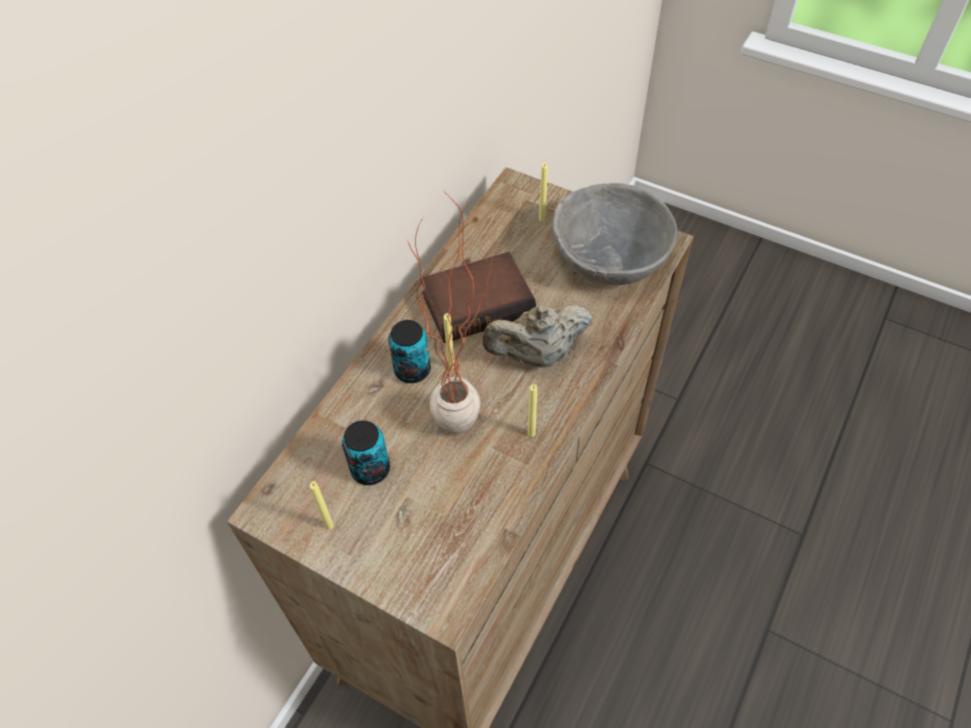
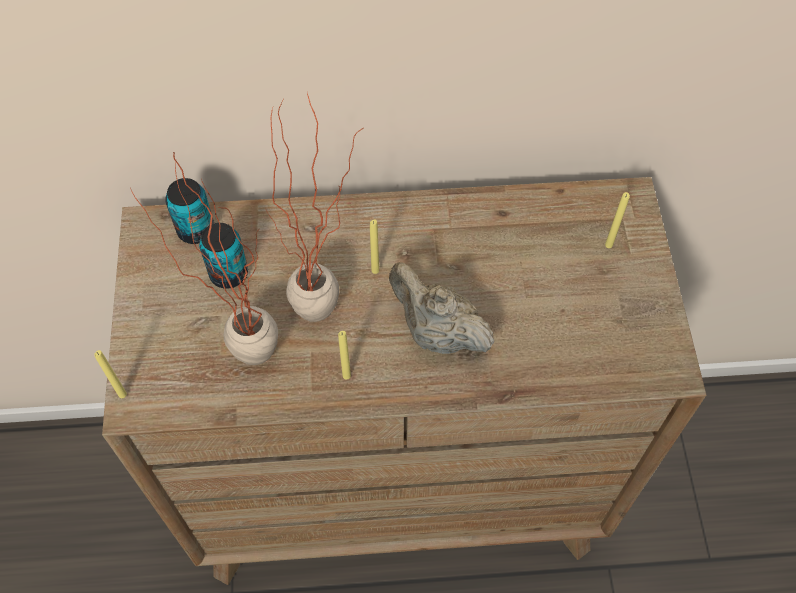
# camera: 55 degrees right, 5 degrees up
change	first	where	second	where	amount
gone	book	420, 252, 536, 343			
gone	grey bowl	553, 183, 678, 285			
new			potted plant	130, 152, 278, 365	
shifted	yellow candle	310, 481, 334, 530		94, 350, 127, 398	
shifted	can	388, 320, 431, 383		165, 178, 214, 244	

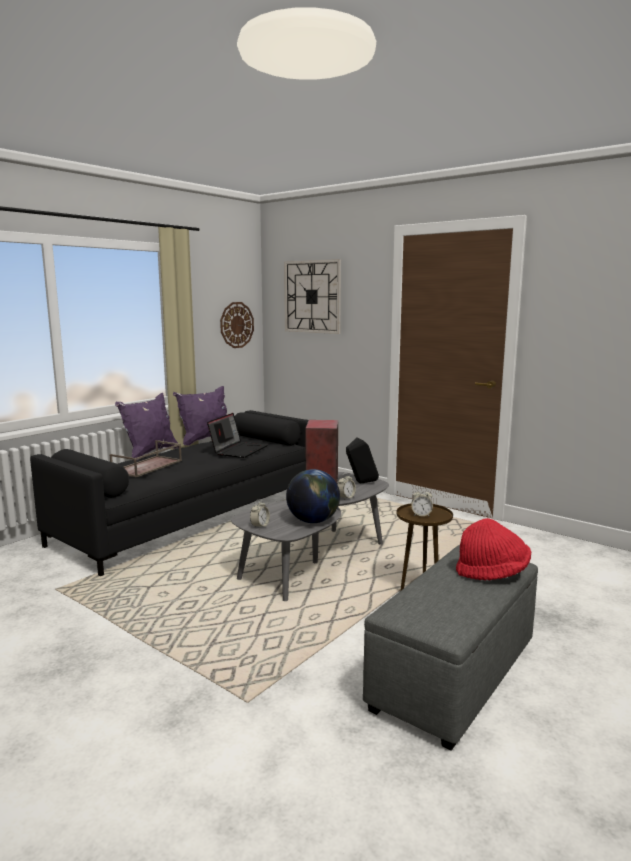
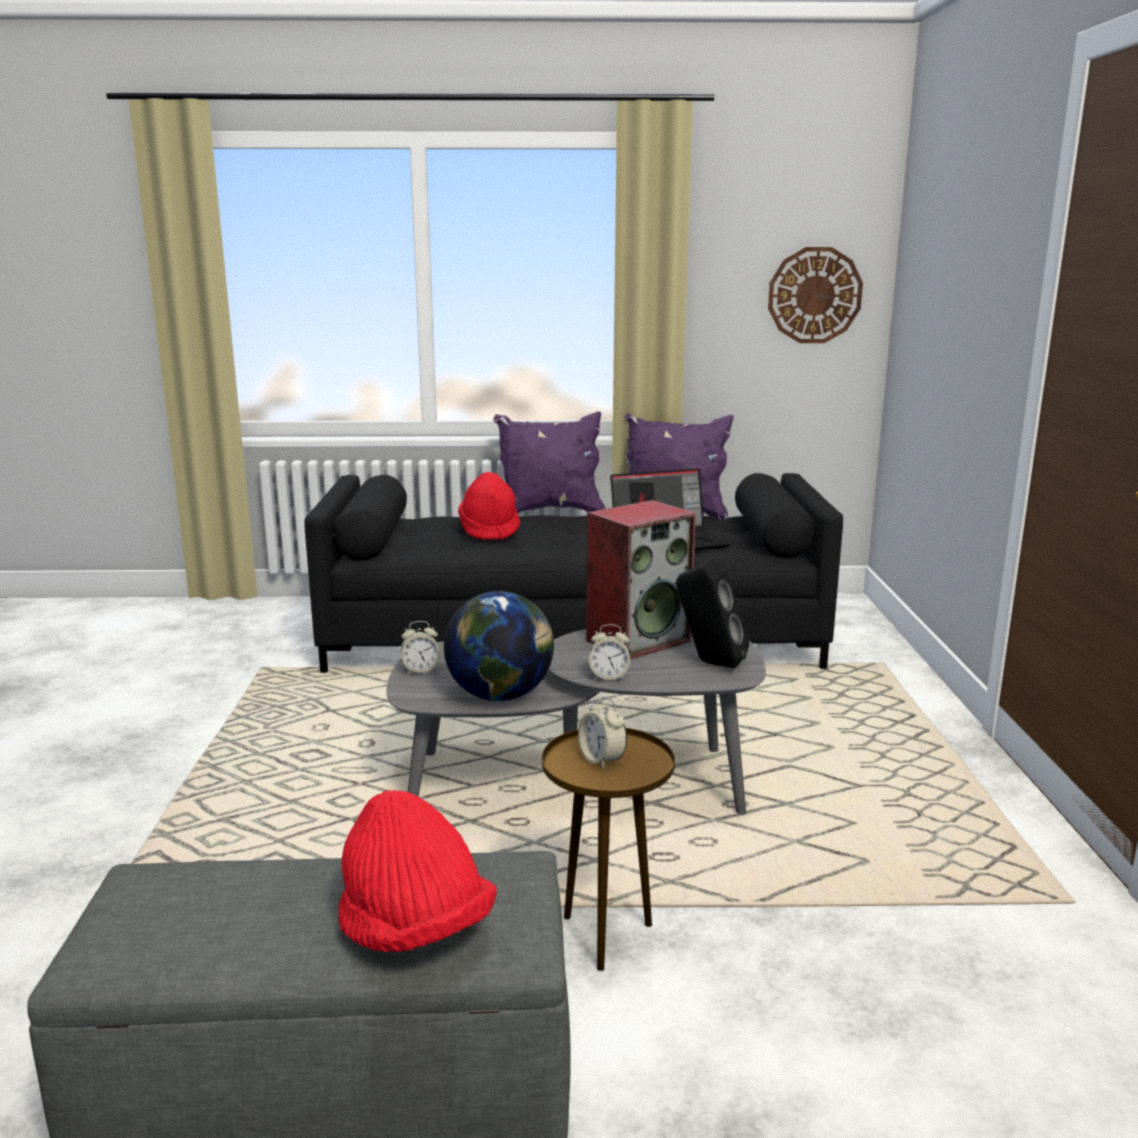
# camera: 50 degrees right, 5 degrees up
change	first	where	second	where	amount
gone	wall clock	284, 259, 341, 334			
swapped	brown tray	109, 440, 182, 477	red hat	458, 472, 520, 540	

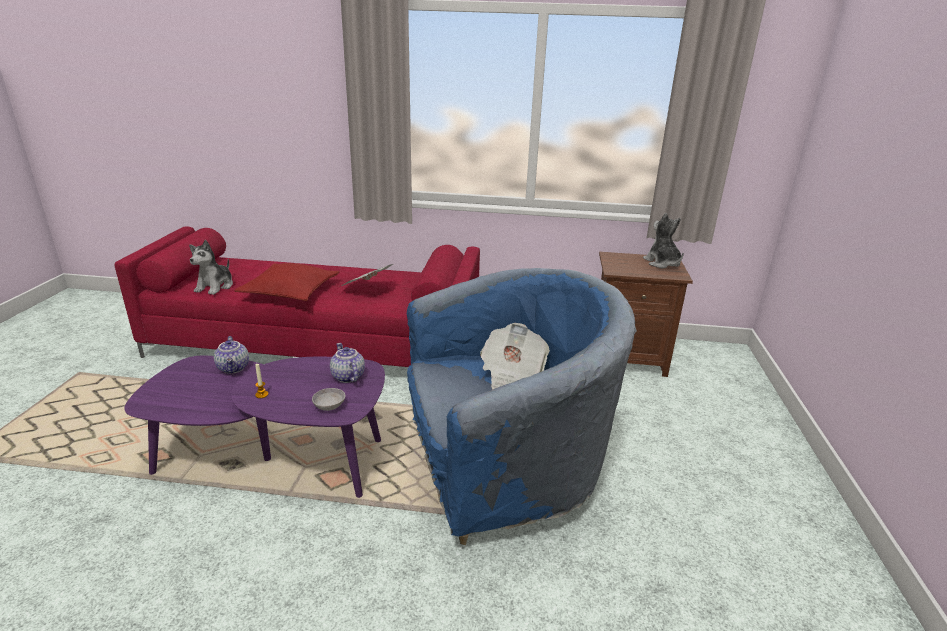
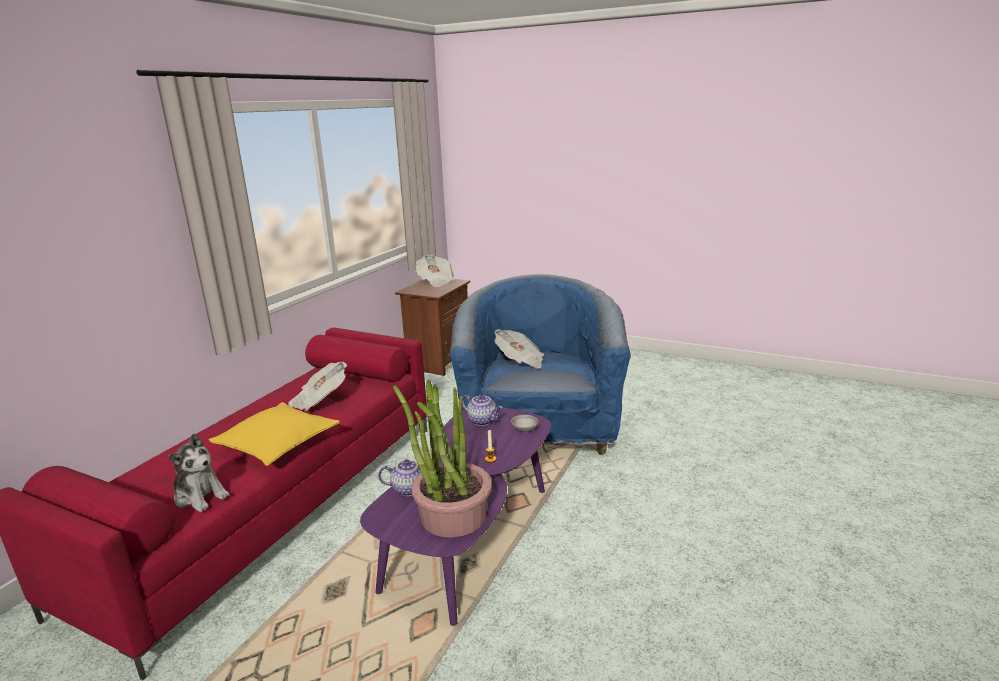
# camera: 70 degrees left, 5 degrees down
change	first	where	second	where	amount
new			potted plant	393, 380, 492, 537	
swapped	plush toy	643, 213, 684, 268	newspaper	416, 255, 455, 287	
repainted	red pillow	235, 263, 339, 301	yellow pillow	209, 402, 340, 466	
rotated	teapot	330, 343, 365, 383		462, 394, 503, 426	135 degrees counterclockwise

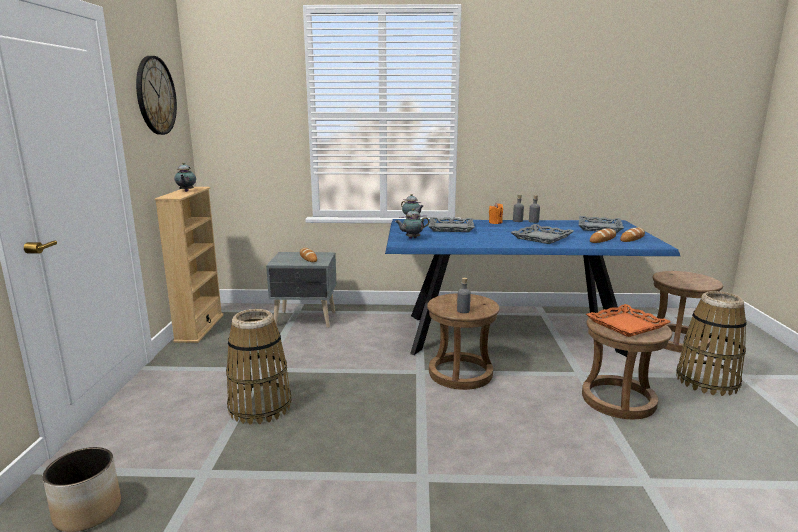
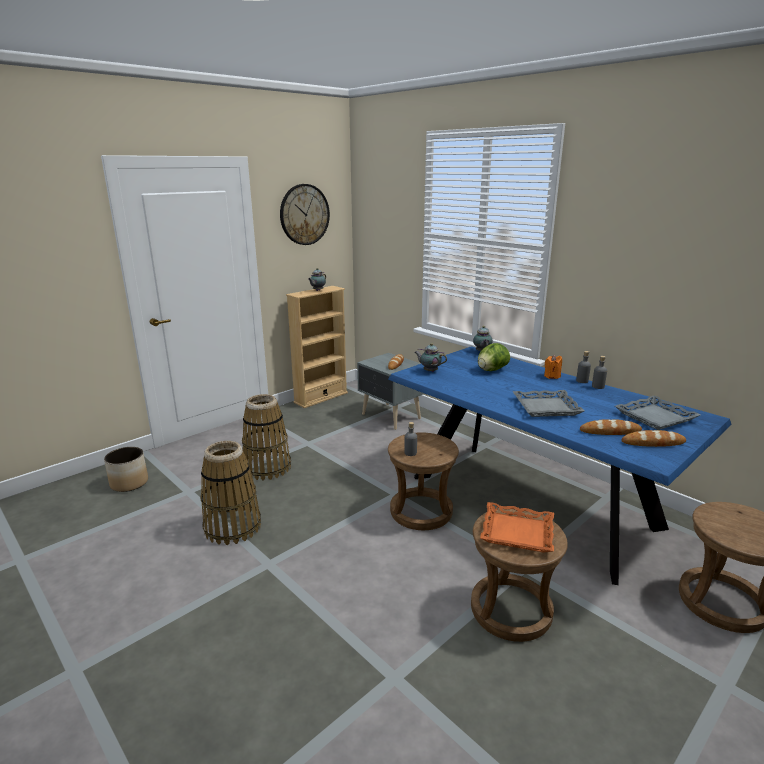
# camera: 45 degrees right, 5 degrees up
change	first	where	second	where	amount
shifted	basket	676, 291, 746, 396		200, 441, 261, 545	
swapped	grey tray	428, 217, 475, 232	lettuce	478, 343, 510, 371	

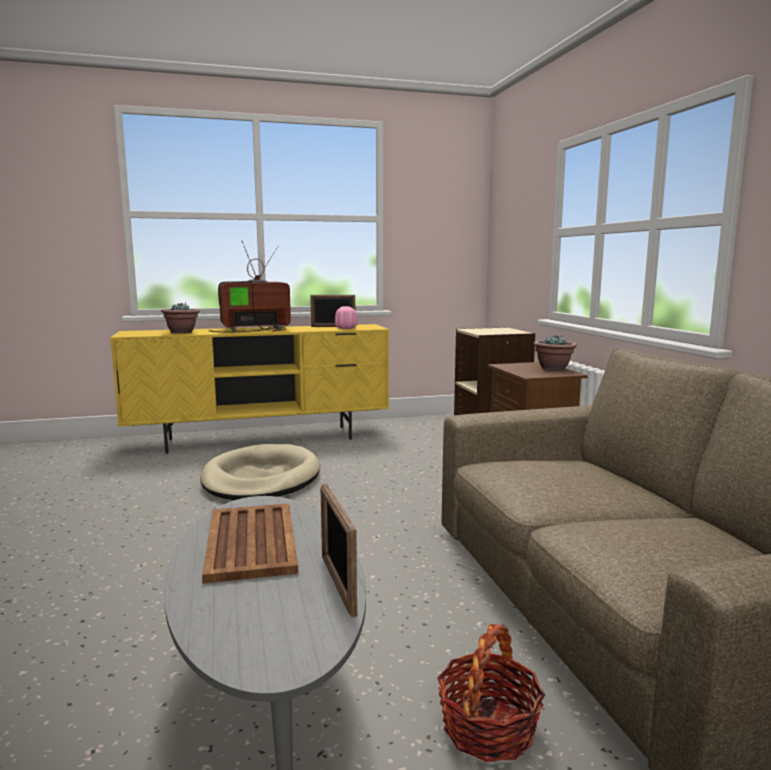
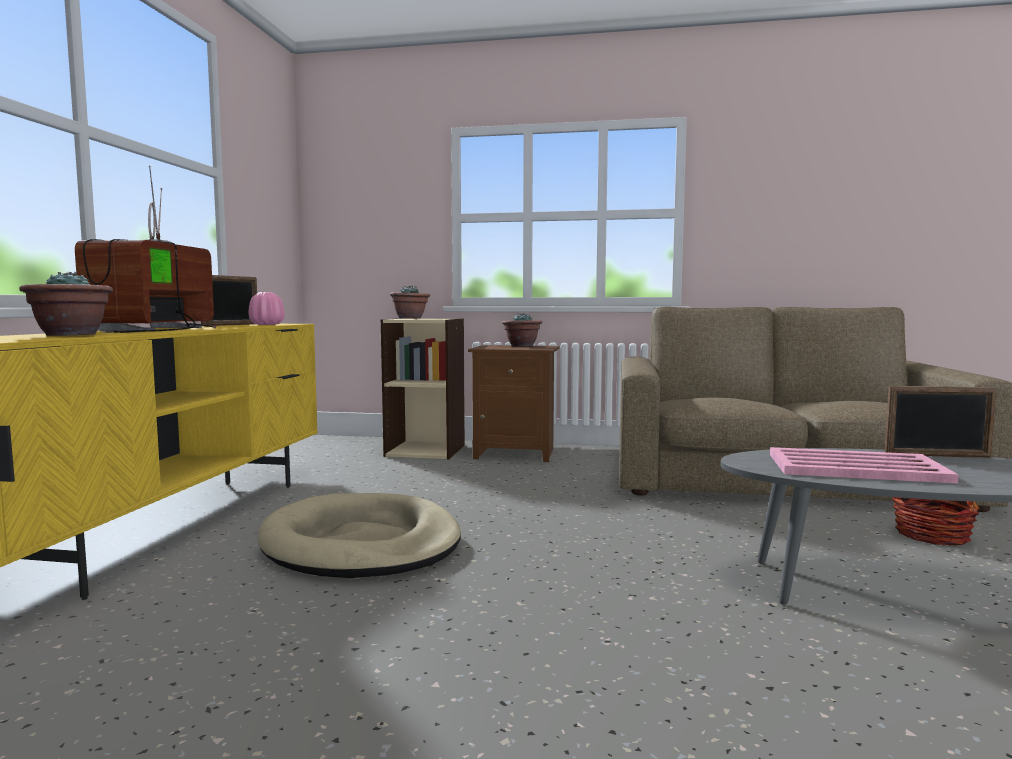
# camera: 65 degrees left, 5 degrees down
change	first	where	second	where	amount
new			potted plant	390, 286, 430, 319	
repainted	brown tray	202, 503, 298, 584	pink tray	770, 447, 958, 483	

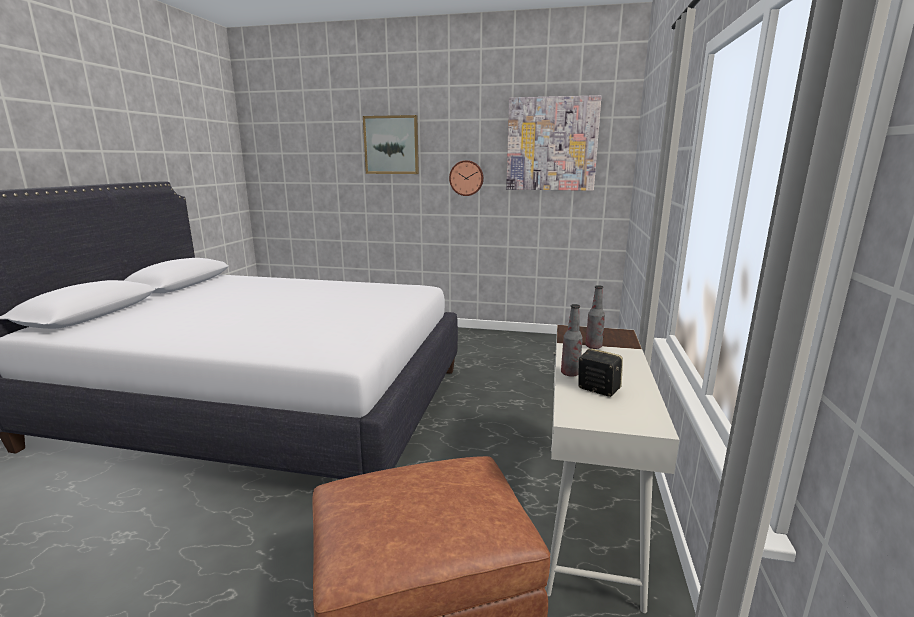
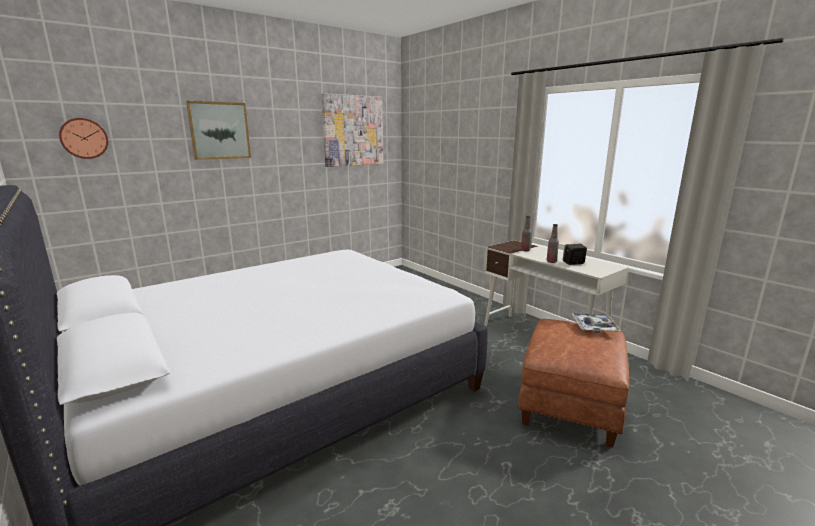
# camera: 50 degrees left, 0 degrees up
change	first	where	second	where	amount
new			tray	571, 313, 621, 333	
shifted	wall clock	449, 160, 484, 196		59, 118, 108, 159	

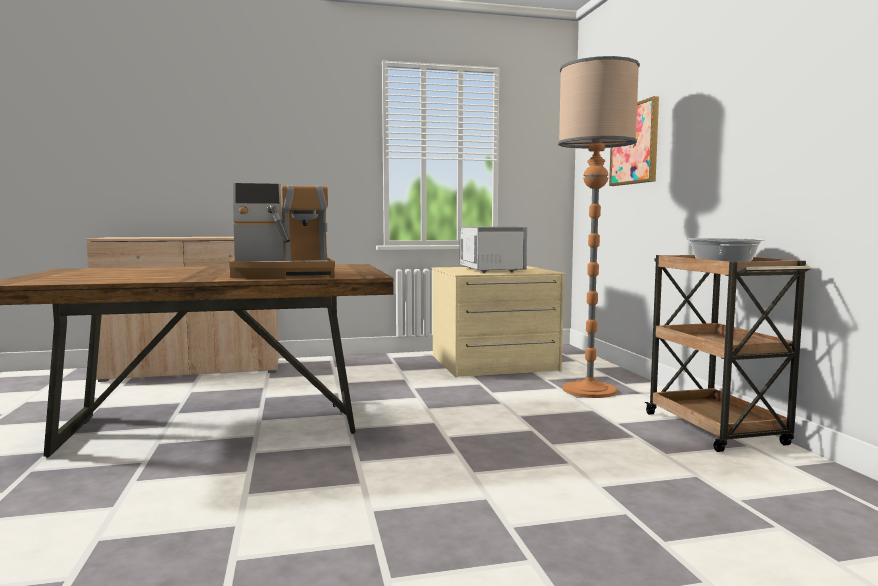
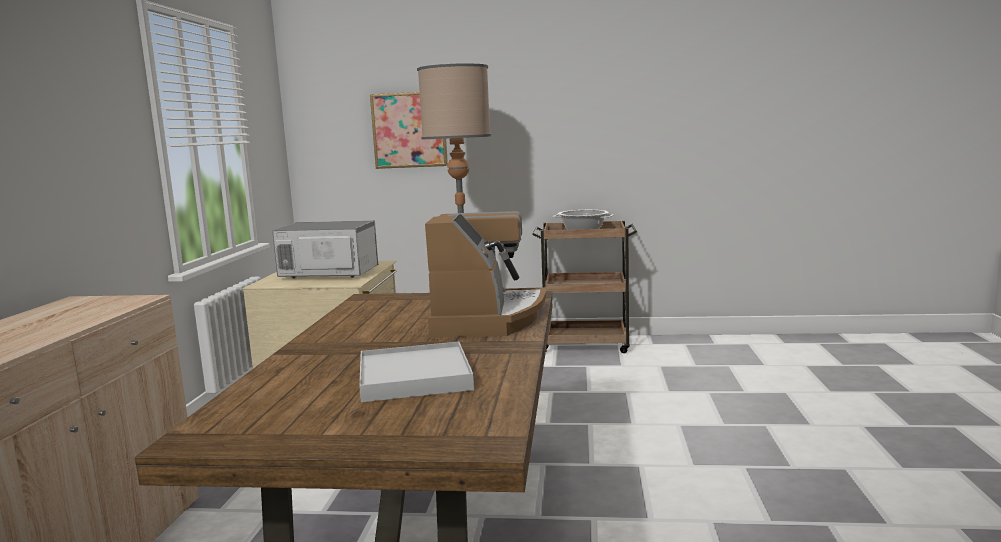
# camera: 70 degrees left, 5 degrees up
change	first	where	second	where	amount
new			white tray	359, 342, 474, 402	

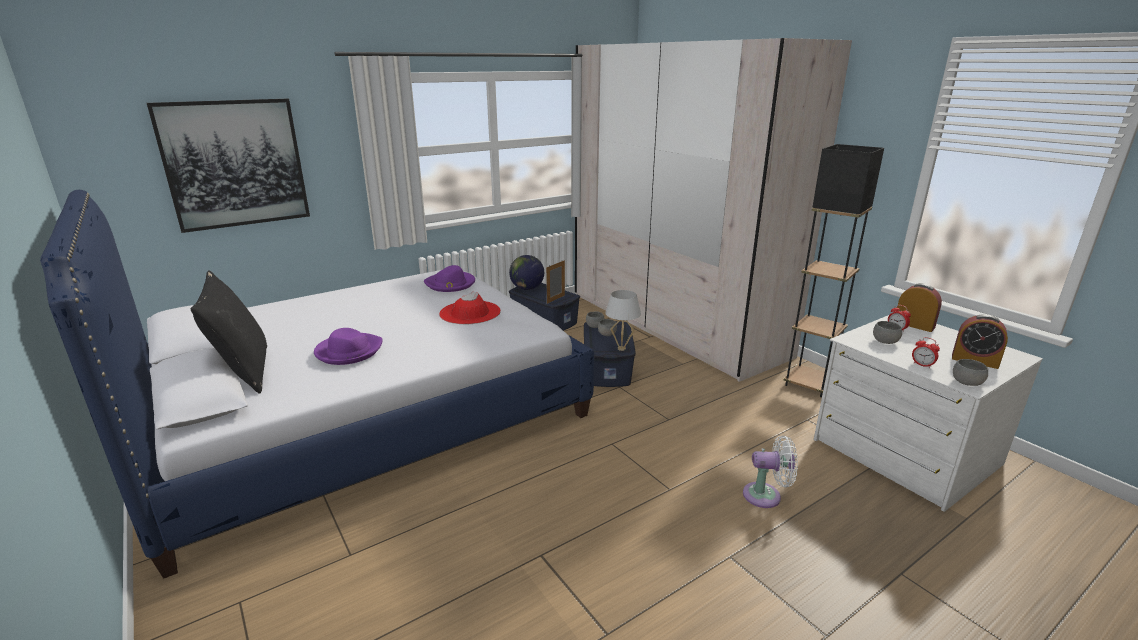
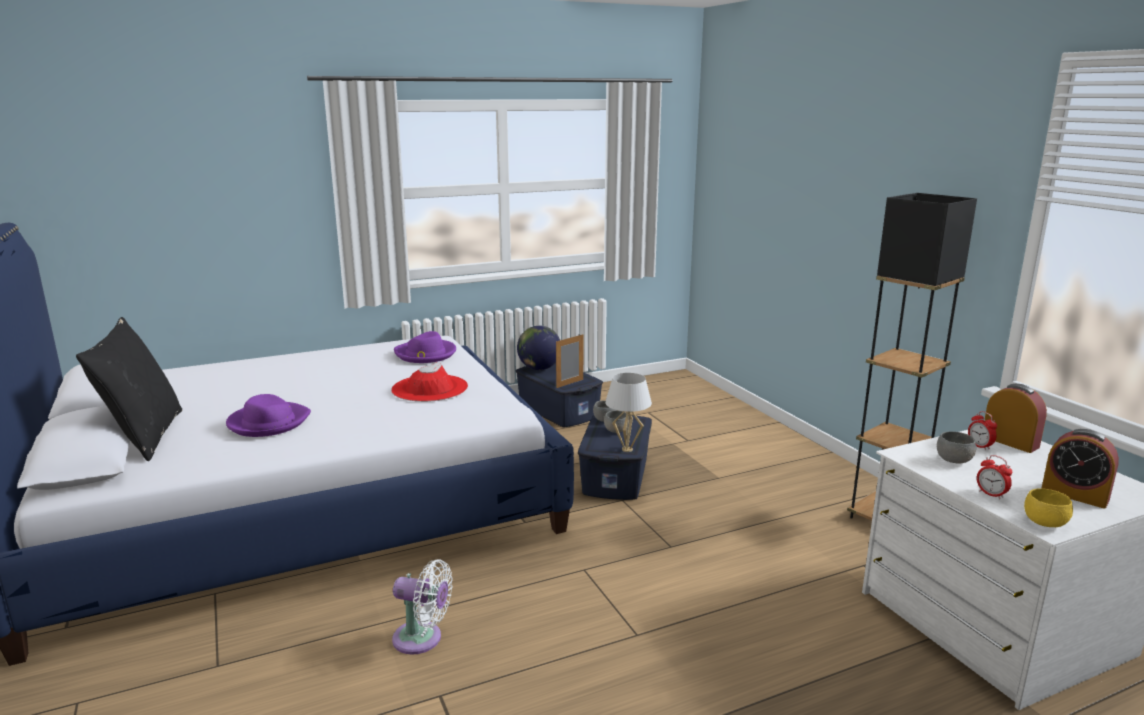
# camera: 10 degrees right, 5 degrees down
change	first	where	second	where	amount
gone	picture	147, 99, 310, 233			
gone	beige wardrobe	575, 38, 852, 382			
shifted	white fan	743, 436, 798, 508		392, 559, 453, 655	
repainted	grey bowl	953, 359, 988, 386	yellow bowl	1024, 488, 1073, 527	

